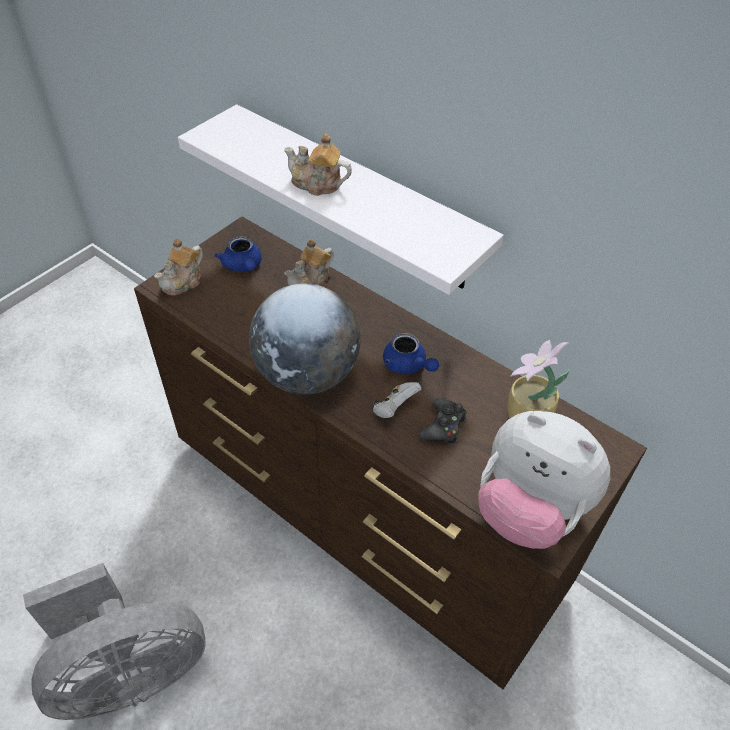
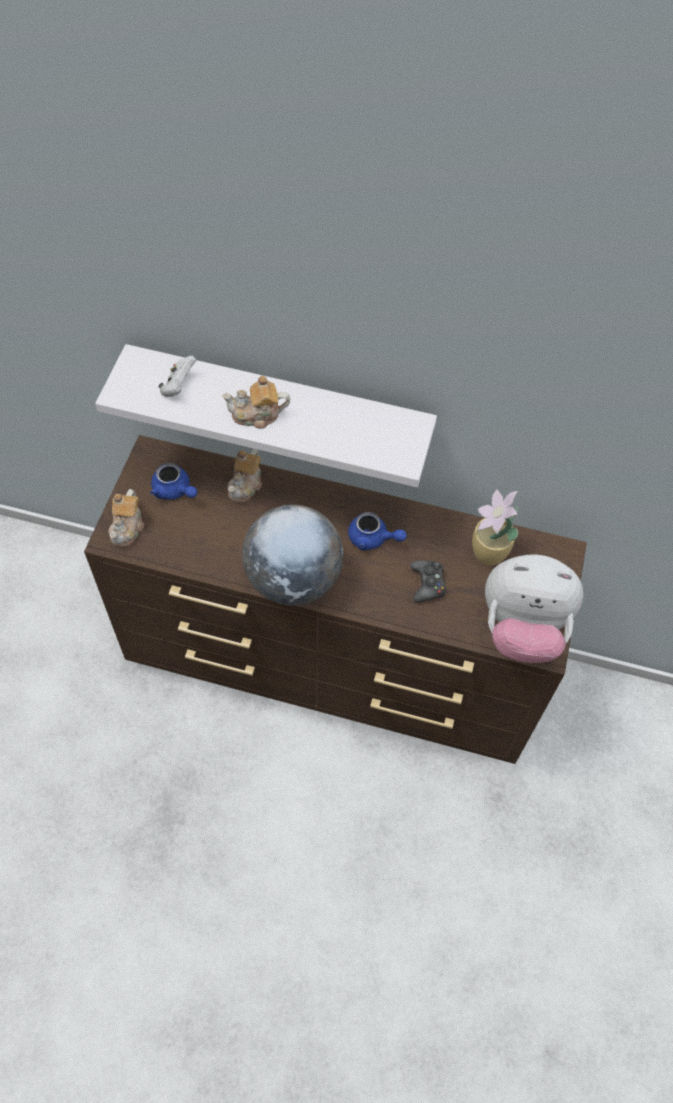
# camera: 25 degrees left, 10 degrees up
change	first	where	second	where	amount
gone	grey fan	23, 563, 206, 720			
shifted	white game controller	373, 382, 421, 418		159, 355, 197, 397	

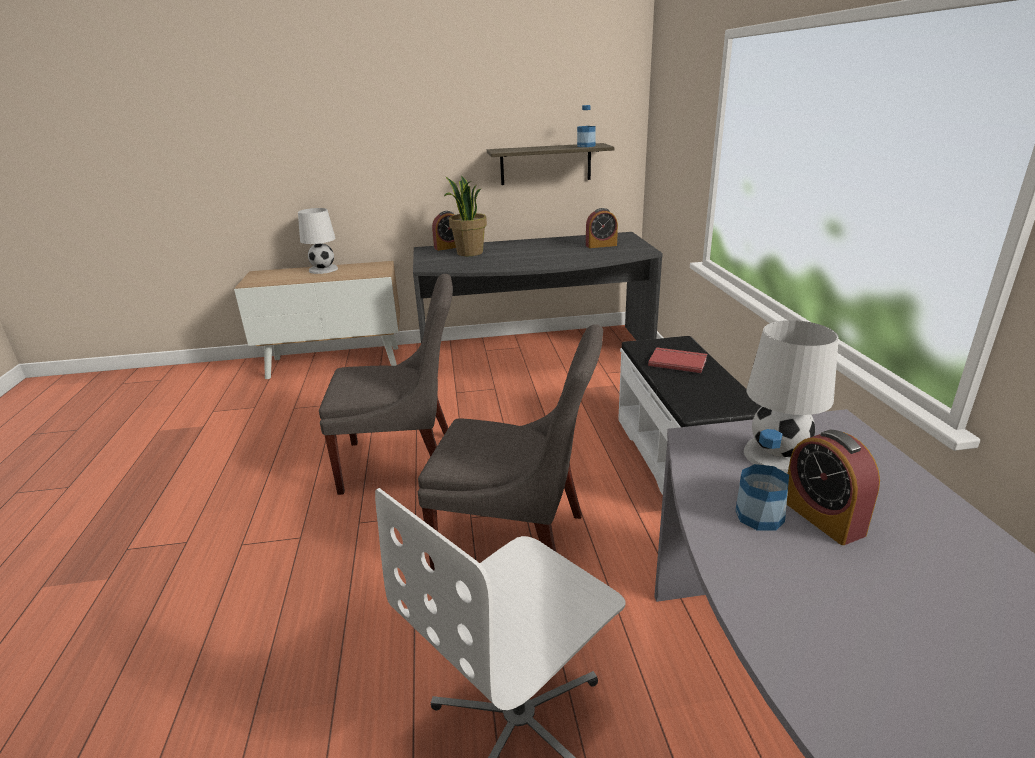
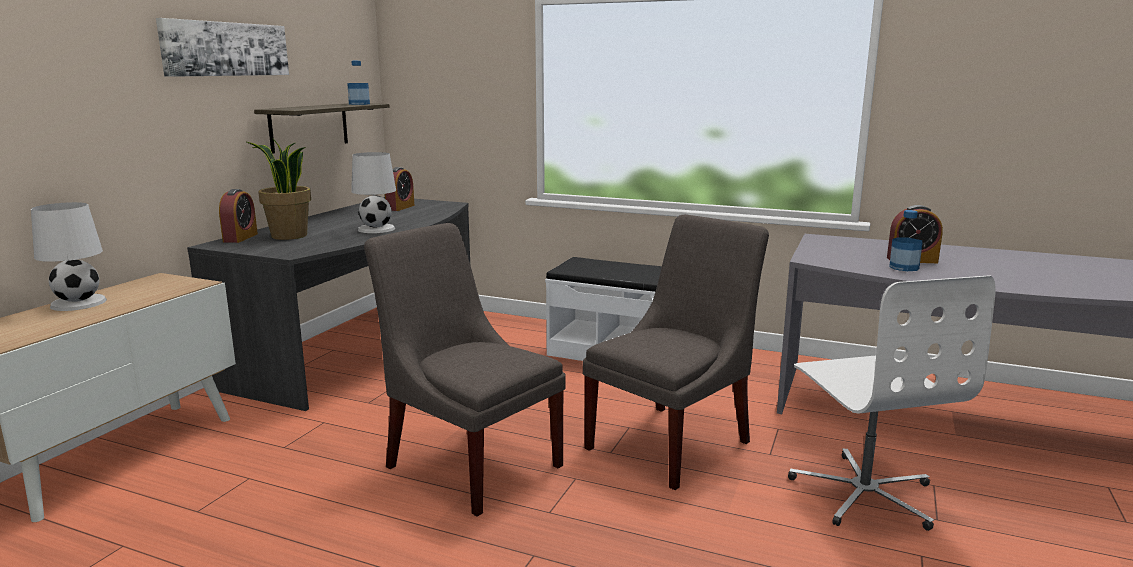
# camera: 60 degrees left, 10 degrees down
change	first	where	second	where	amount
gone	red book	648, 347, 707, 373			
new			picture	156, 18, 289, 77	
shifted	white table lamp	744, 320, 839, 473		351, 152, 396, 233	
rotated	grey chair	319, 274, 453, 495		364, 223, 566, 517	75 degrees counterclockwise

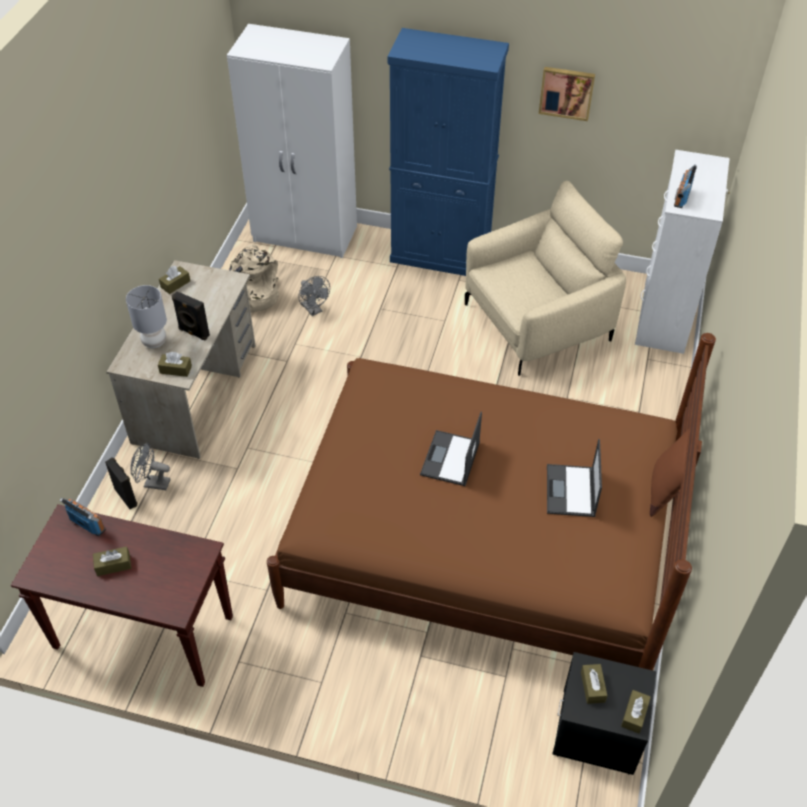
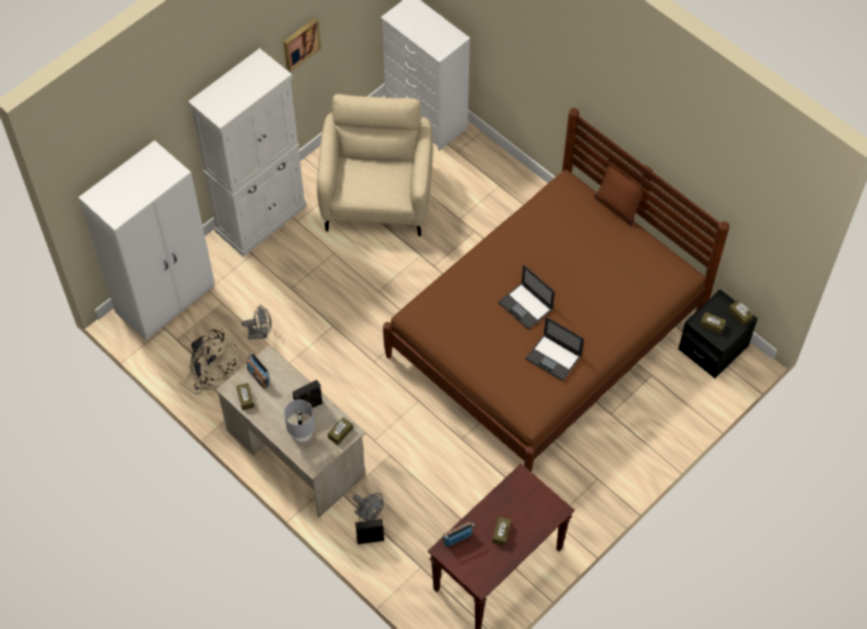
# camera: 60 degrees left, 10 degrees up
change	first	where	second	where	amount
shifted	laptop	547, 439, 602, 517		526, 317, 584, 381	
shifted	radio	674, 165, 697, 208		246, 353, 270, 389	
repainted	blue cabinet	388, 28, 509, 276	white cabinet	188, 48, 307, 257	
rotated	grey fan	130, 442, 171, 490		353, 493, 383, 522	90 degrees counterclockwise

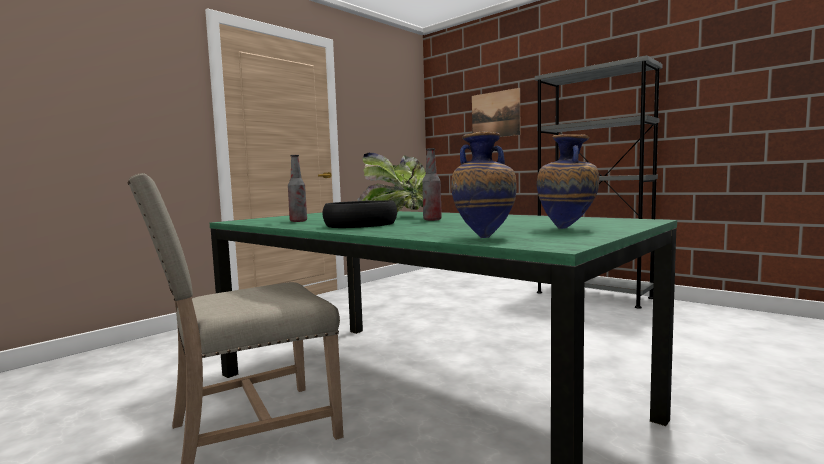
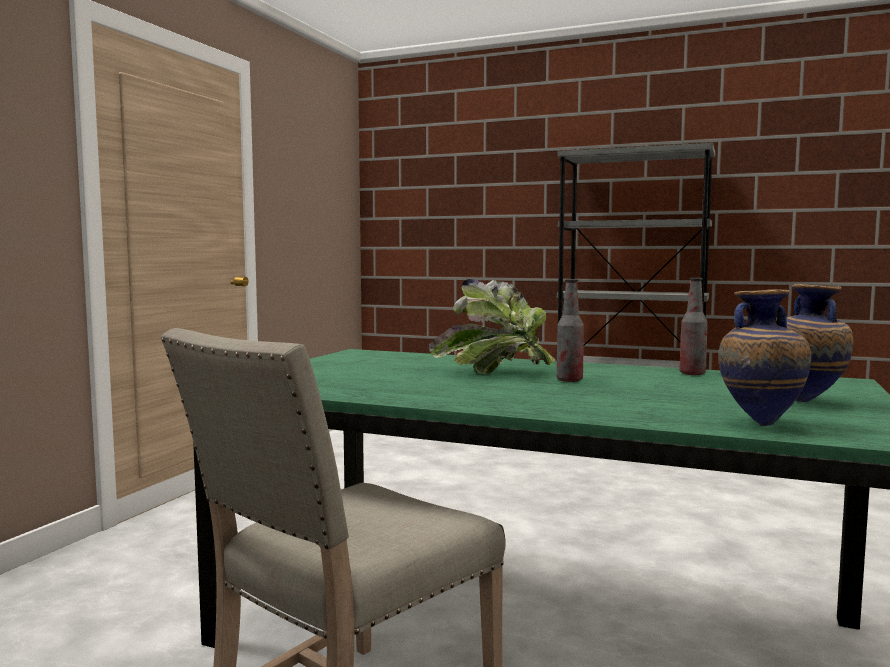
# camera: 20 degrees left, 0 degrees up
change	first	where	second	where	amount
gone	black bowl	323, 200, 397, 228			
gone	picture	472, 88, 520, 137			
shifted	bottle	288, 155, 307, 222		679, 278, 708, 375	

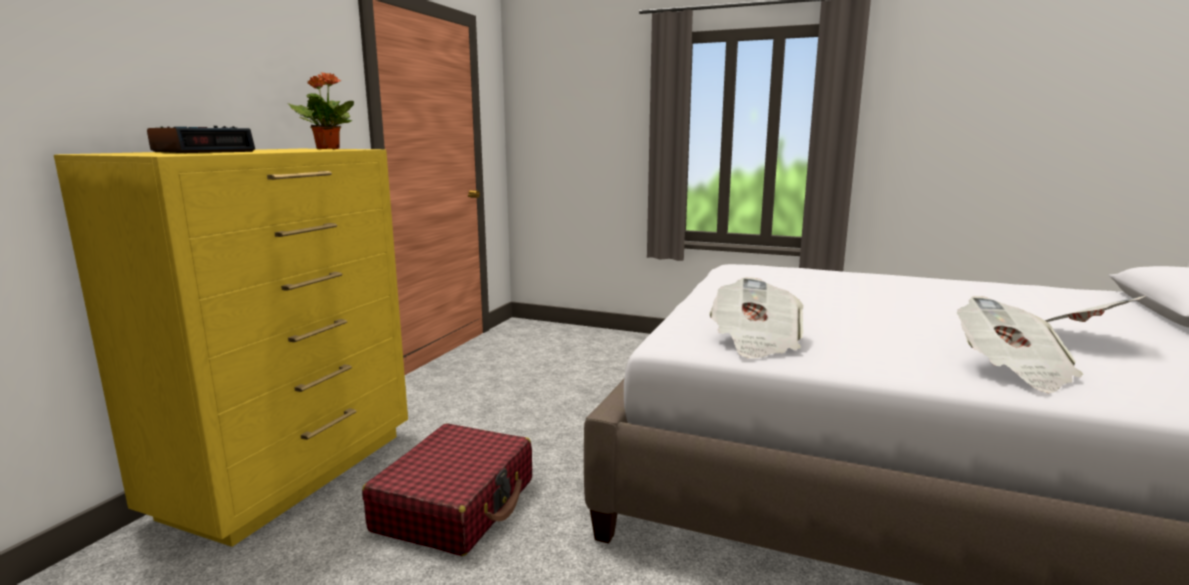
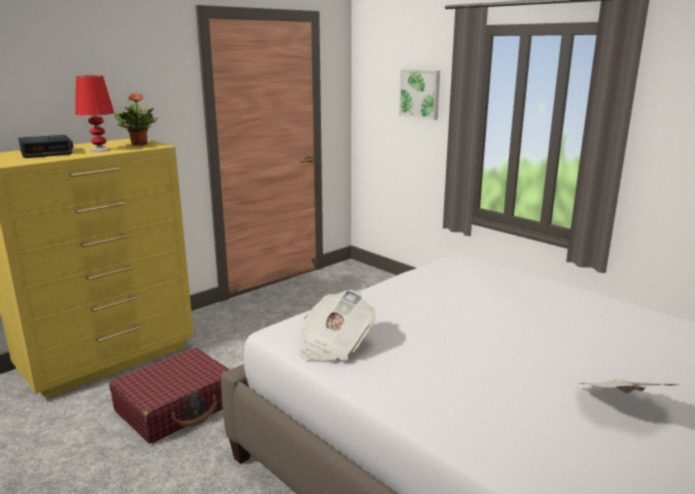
# camera: 25 degrees right, 5 degrees up
change	first	where	second	where	amount
gone	newspaper	957, 296, 1083, 393			
new			red table lamp	75, 75, 114, 152	
new			picture	399, 69, 440, 120	

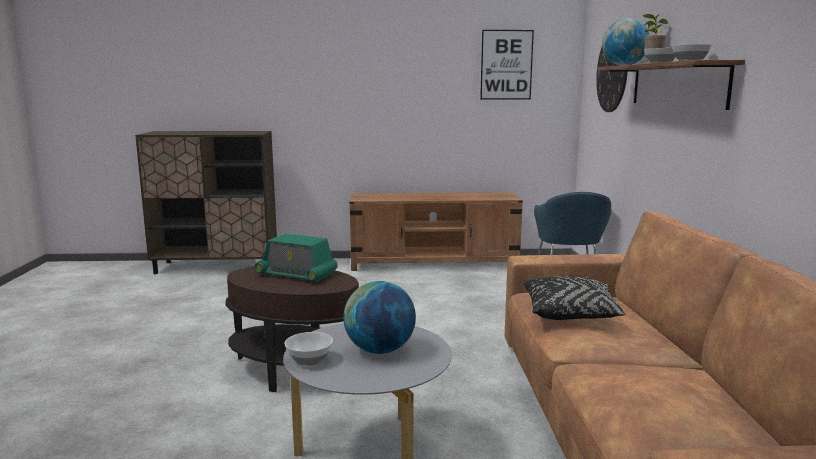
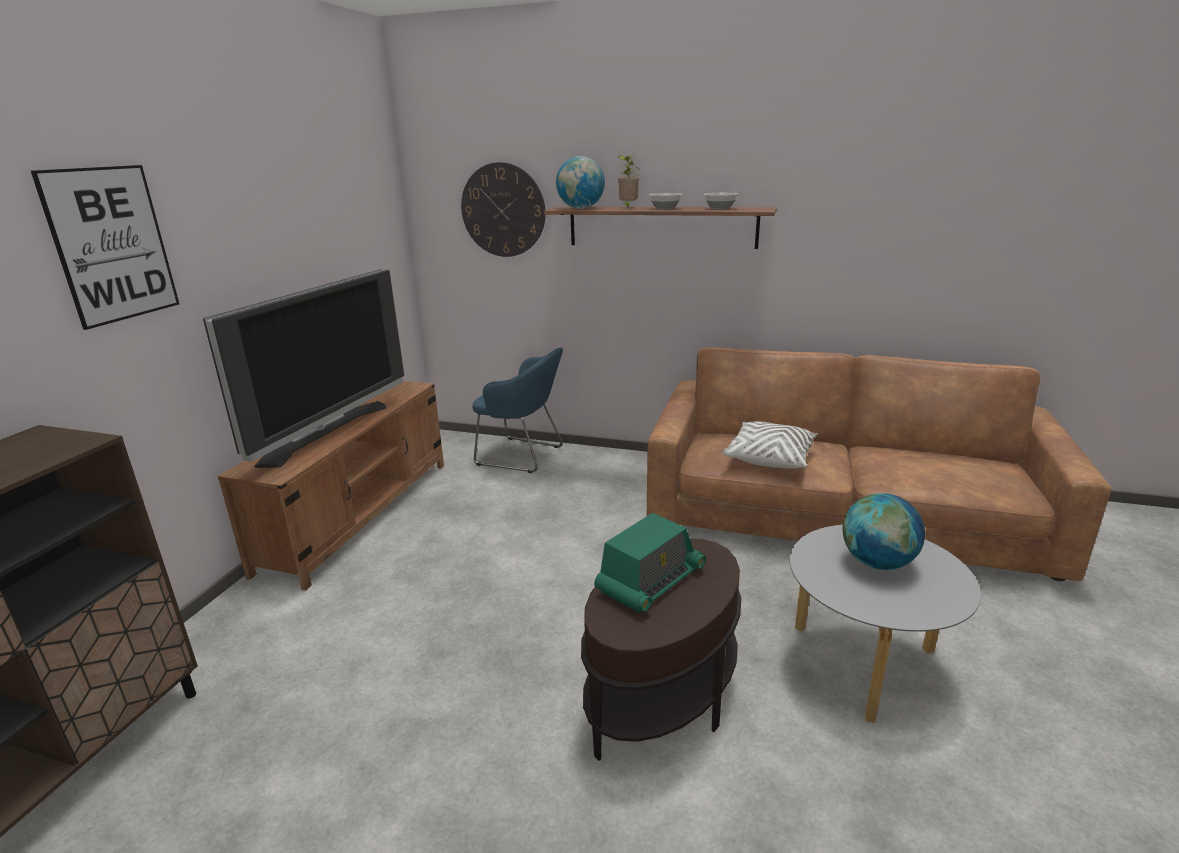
# camera: 70 degrees left, 10 degrees up
change	first	where	second	where	amount
gone	bowl	285, 332, 333, 366			
new			television	203, 269, 404, 468	
shifted	picture	480, 30, 534, 99		31, 165, 179, 330	
repainted	black pillow	524, 276, 626, 320	white pillow	721, 421, 818, 469	

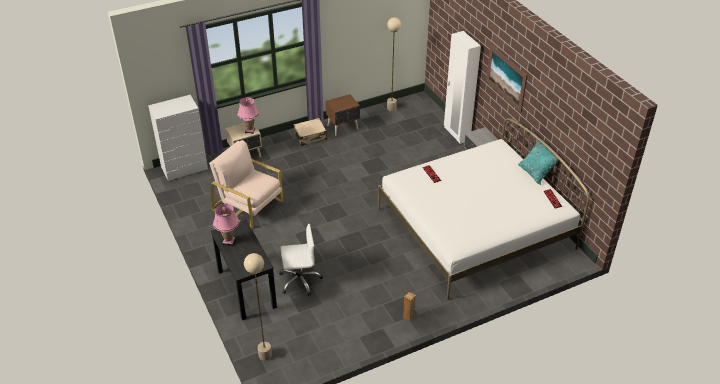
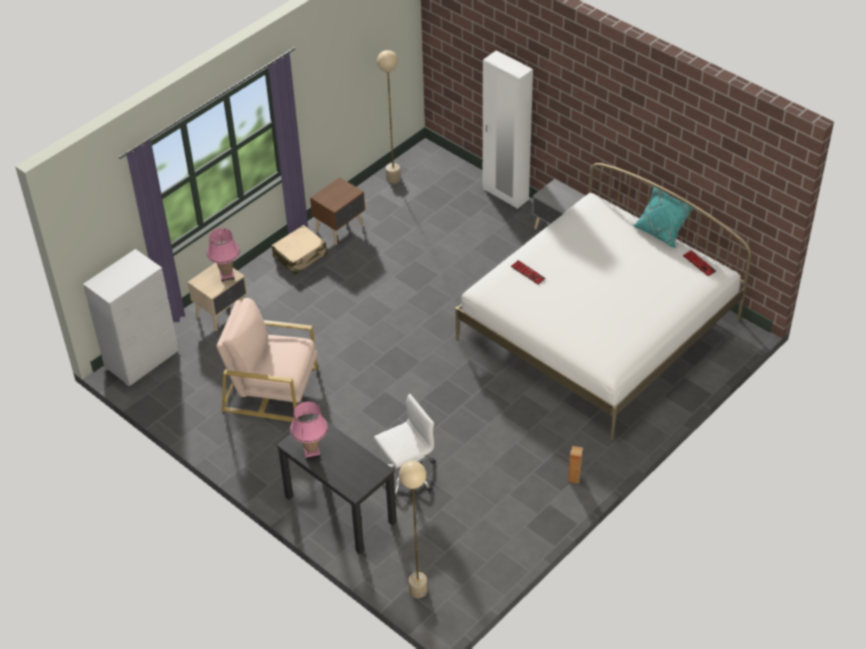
# camera: 20 degrees left, 5 degrees up
change	first	where	second	where	amount
gone	picture	486, 45, 528, 112			

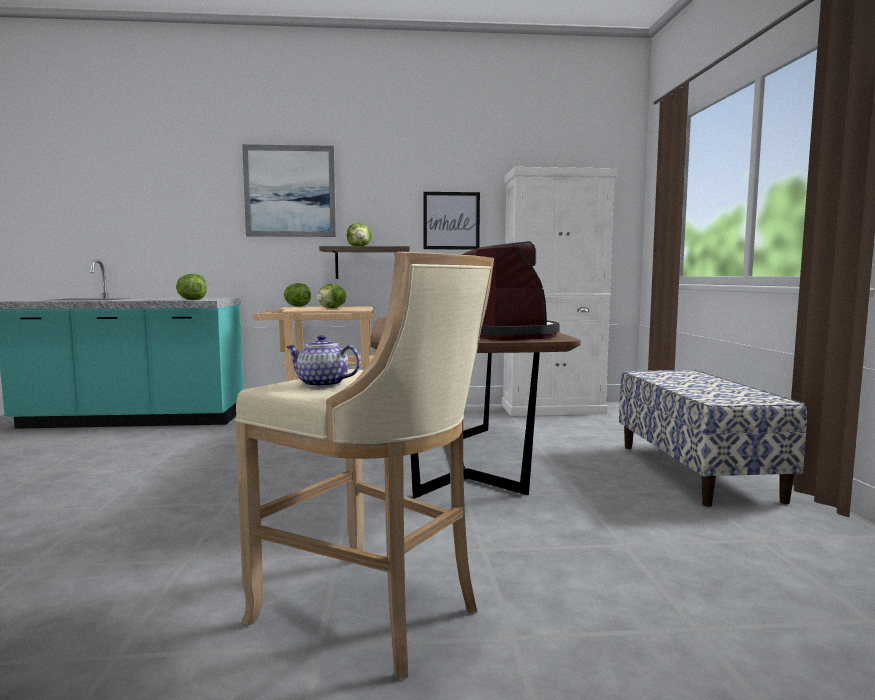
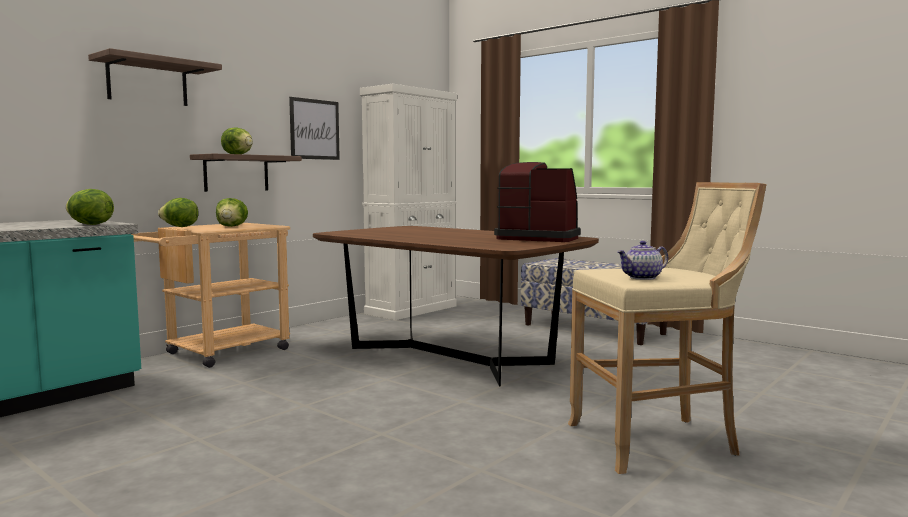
# camera: 45 degrees left, 0 degrees up
change	first	where	second	where	amount
swapped	picture	242, 144, 336, 237	shelf	88, 48, 222, 106	

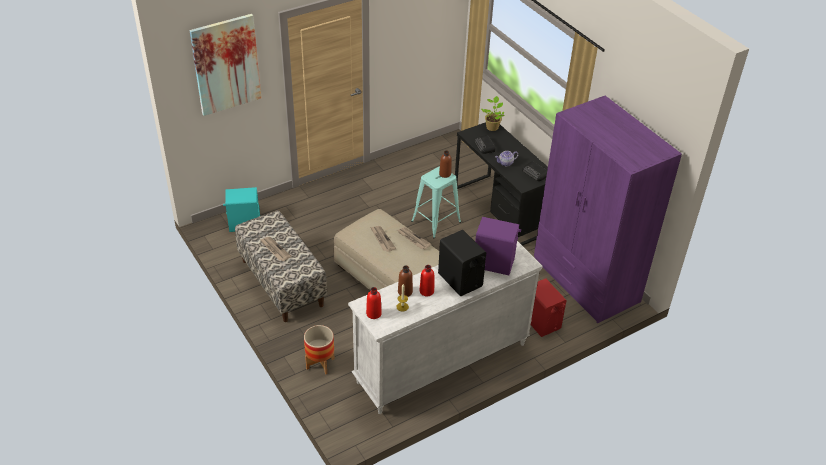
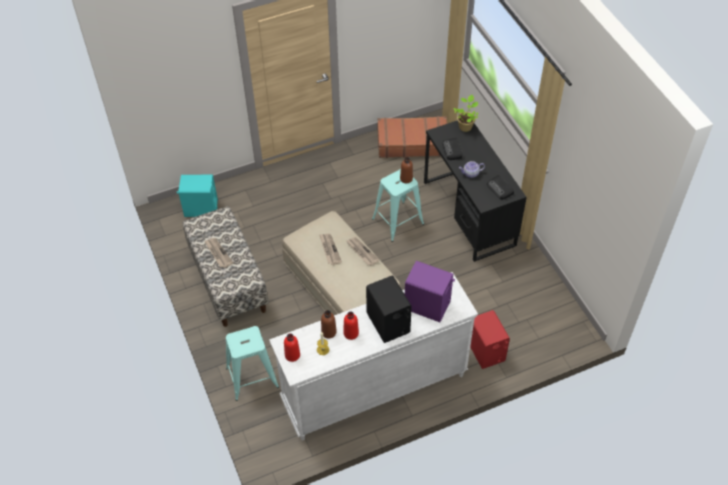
# camera: 10 degrees right, 10 degrees up
change	first	where	second	where	amount
gone	picture	190, 14, 261, 116			
gone	purple wardrobe	534, 96, 682, 323			
new			brown suitcase	378, 116, 447, 158	
swapped	planter	304, 325, 335, 374	turquoise stool	226, 326, 279, 401	

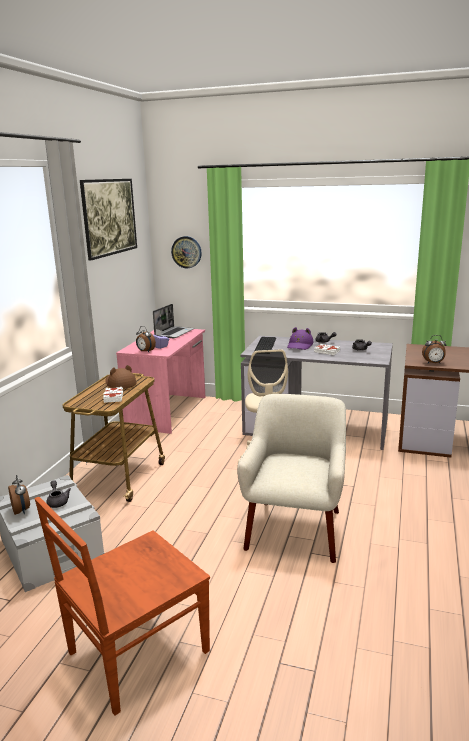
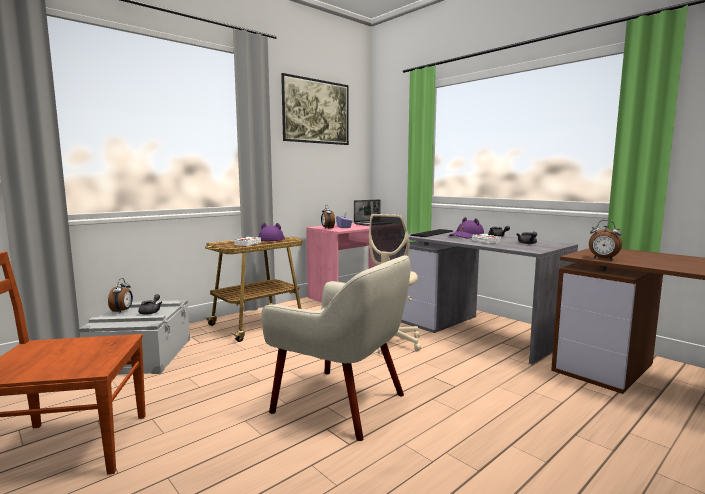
# camera: 30 degrees right, 10 degrees down
change	first	where	second	where	amount
gone	wall clock	171, 236, 202, 268			
repainted	brown hat	106, 365, 137, 389	purple hat	259, 223, 285, 241	
rotated	beige armchair	237, 394, 346, 563		261, 255, 411, 441	75 degrees clockwise

